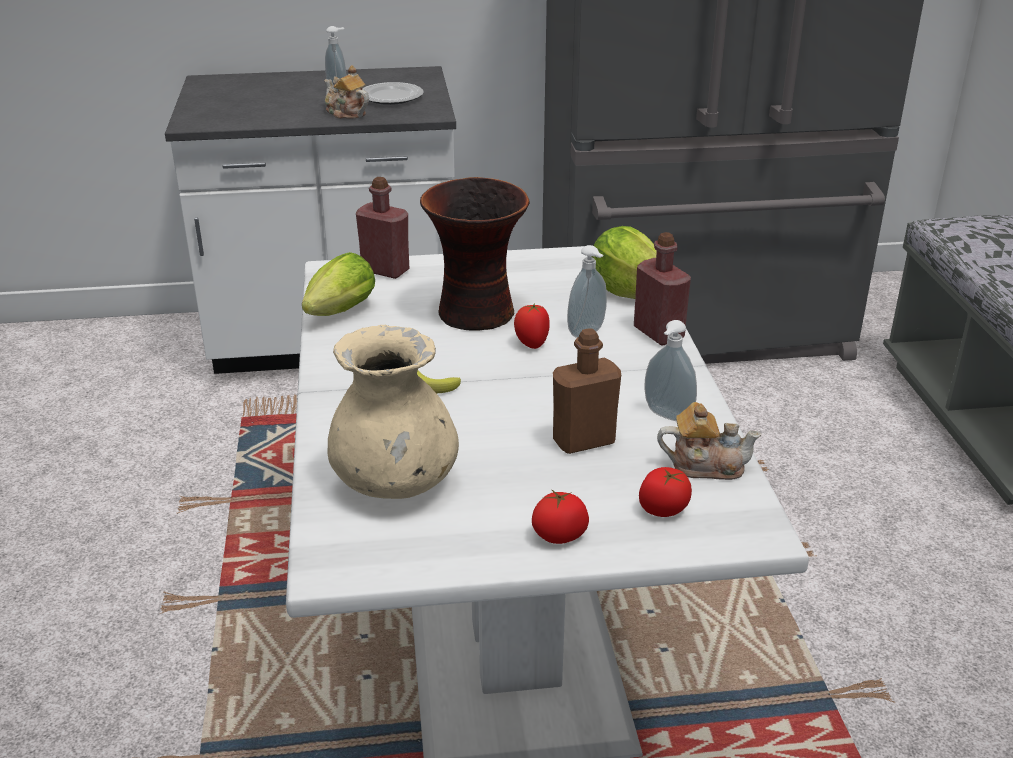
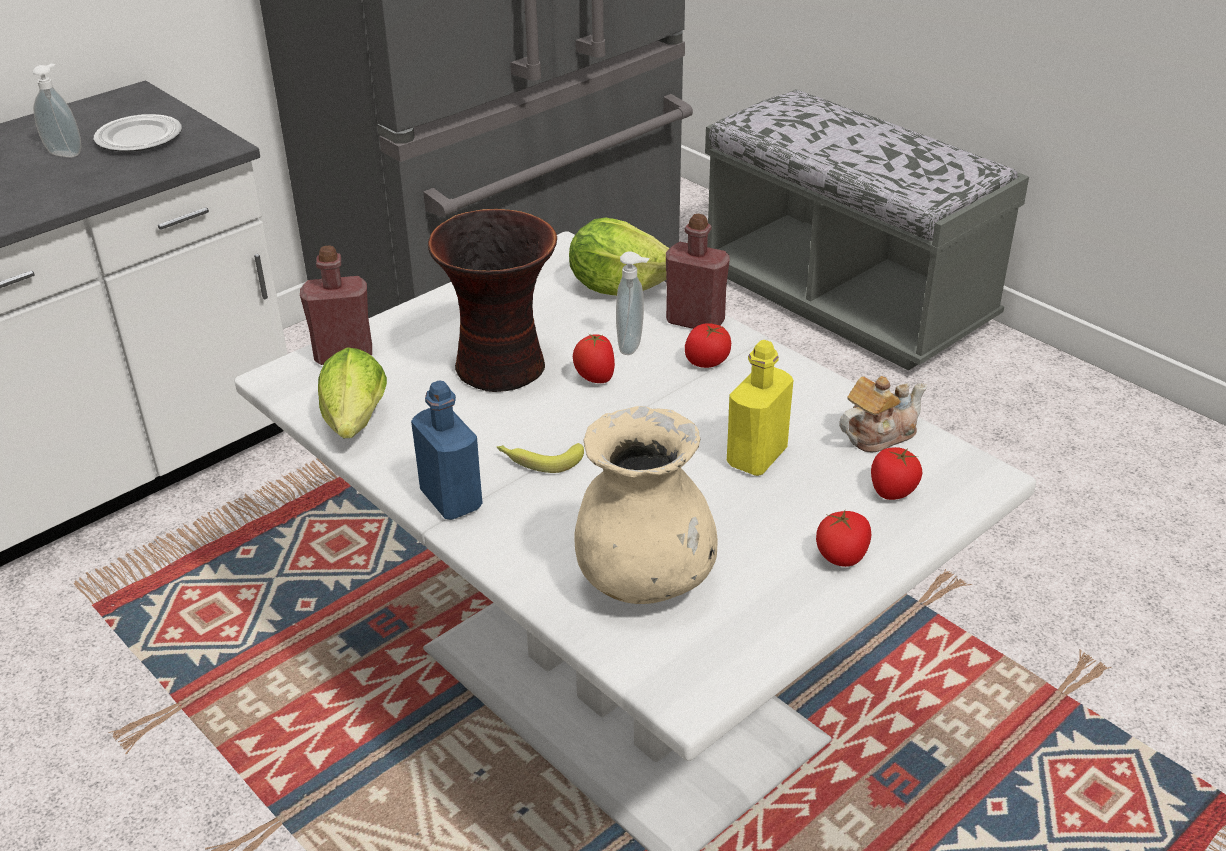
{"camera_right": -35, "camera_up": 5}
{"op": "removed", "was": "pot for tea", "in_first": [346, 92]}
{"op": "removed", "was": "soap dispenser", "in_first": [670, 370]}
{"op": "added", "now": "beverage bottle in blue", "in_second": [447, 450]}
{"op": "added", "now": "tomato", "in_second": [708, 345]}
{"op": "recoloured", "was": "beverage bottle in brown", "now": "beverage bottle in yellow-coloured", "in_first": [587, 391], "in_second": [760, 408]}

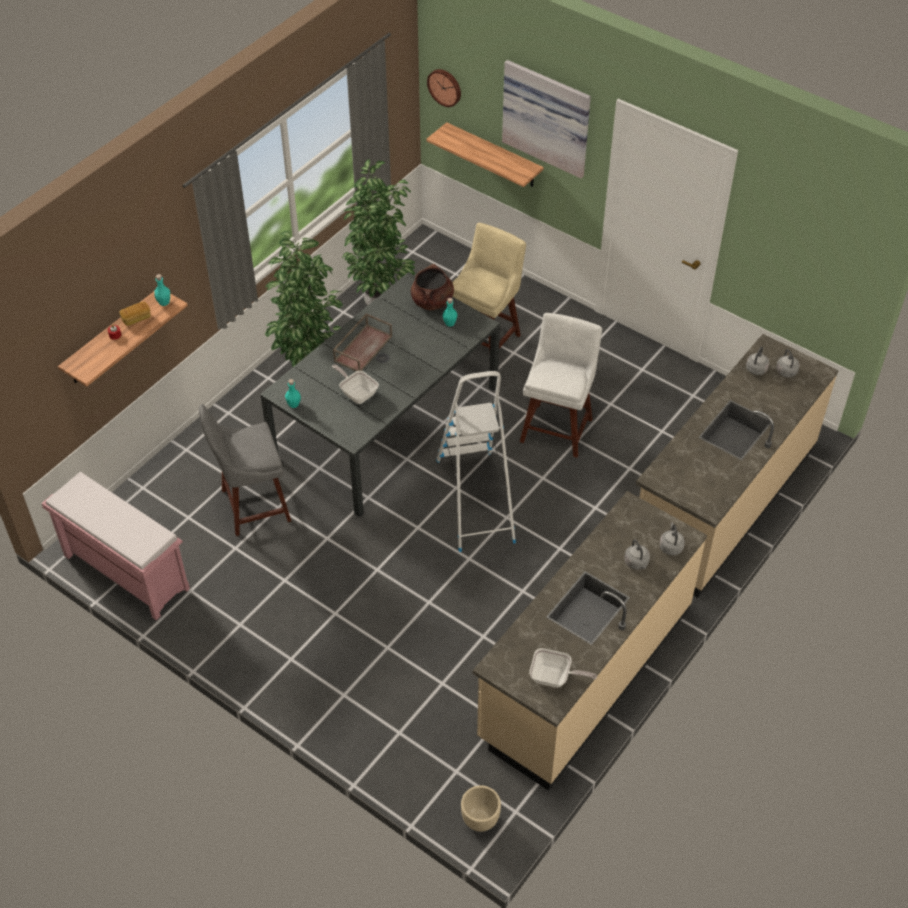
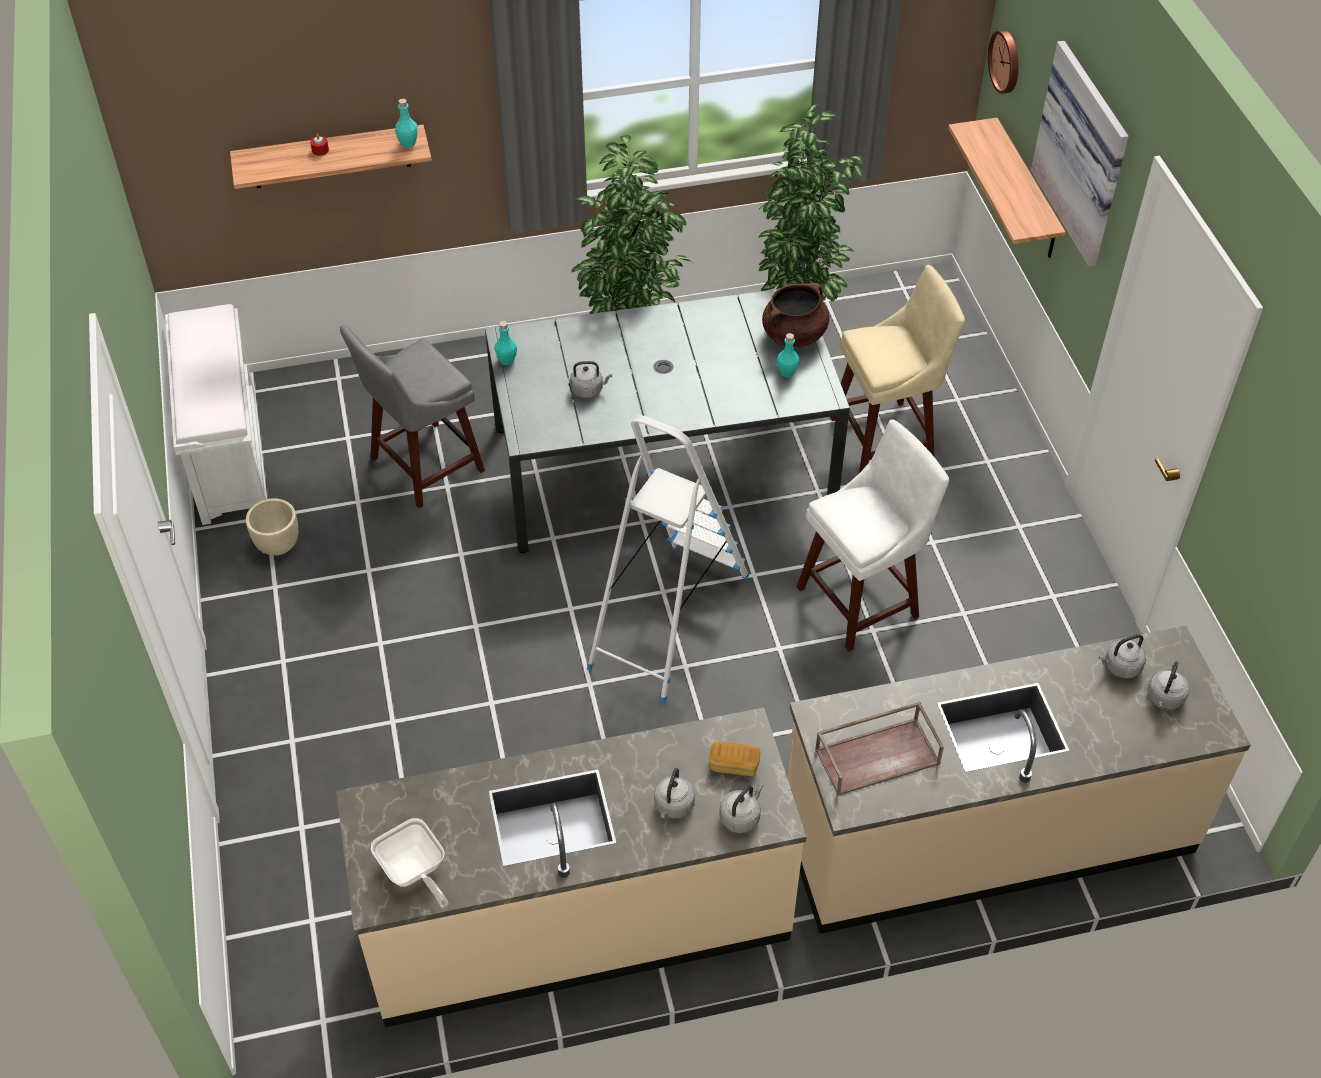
{"camera_right": 40, "camera_up": 0}
{"op": "moved", "was": "baked bread", "in_first": [135, 313], "in_second": [734, 759]}
{"op": "moved", "was": "carrying tray in brown", "in_first": [362, 342], "in_second": [879, 749]}
{"op": "moved", "was": "flower pot in beige", "in_first": [481, 808], "in_second": [272, 527]}
{"op": "replaced", "was": "frying pan", "now": "water kettle in greyish", "in_first": [355, 384], "in_second": [591, 379]}
{"op": "recoloured", "was": "long seat in pinkish", "now": "long seat in whitish", "in_first": [116, 546], "in_second": [215, 414]}
{"op": "turned", "was": "chair in greyish", "in_first": [245, 470], "in_second": [412, 416], "clockwise": -60}

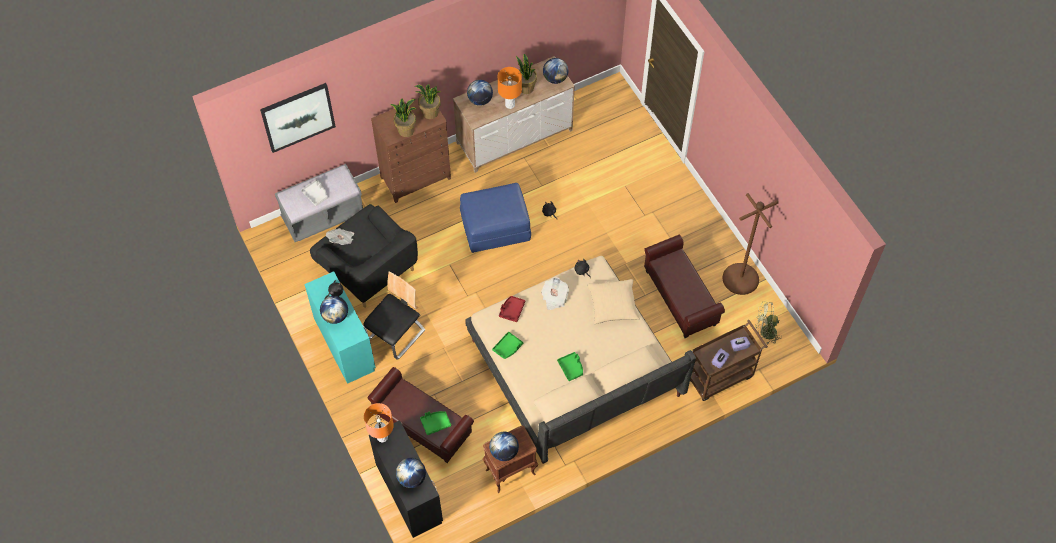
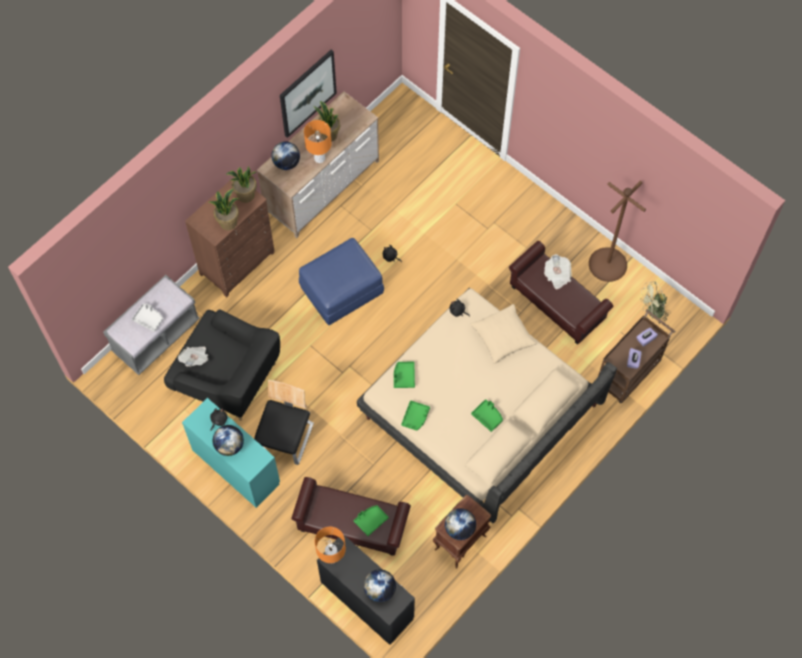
{"camera_right": -20, "camera_up": 5}
{"op": "removed", "was": "globe", "in_first": [555, 71]}
{"op": "moved", "was": "wall art", "in_first": [298, 118], "in_second": [308, 94]}
{"op": "moved", "was": "newspaper", "in_first": [555, 293], "in_second": [558, 271]}
{"op": "recoloured", "was": "carrying tray in reddish", "now": "carrying tray in green", "in_first": [512, 309], "in_second": [404, 375]}

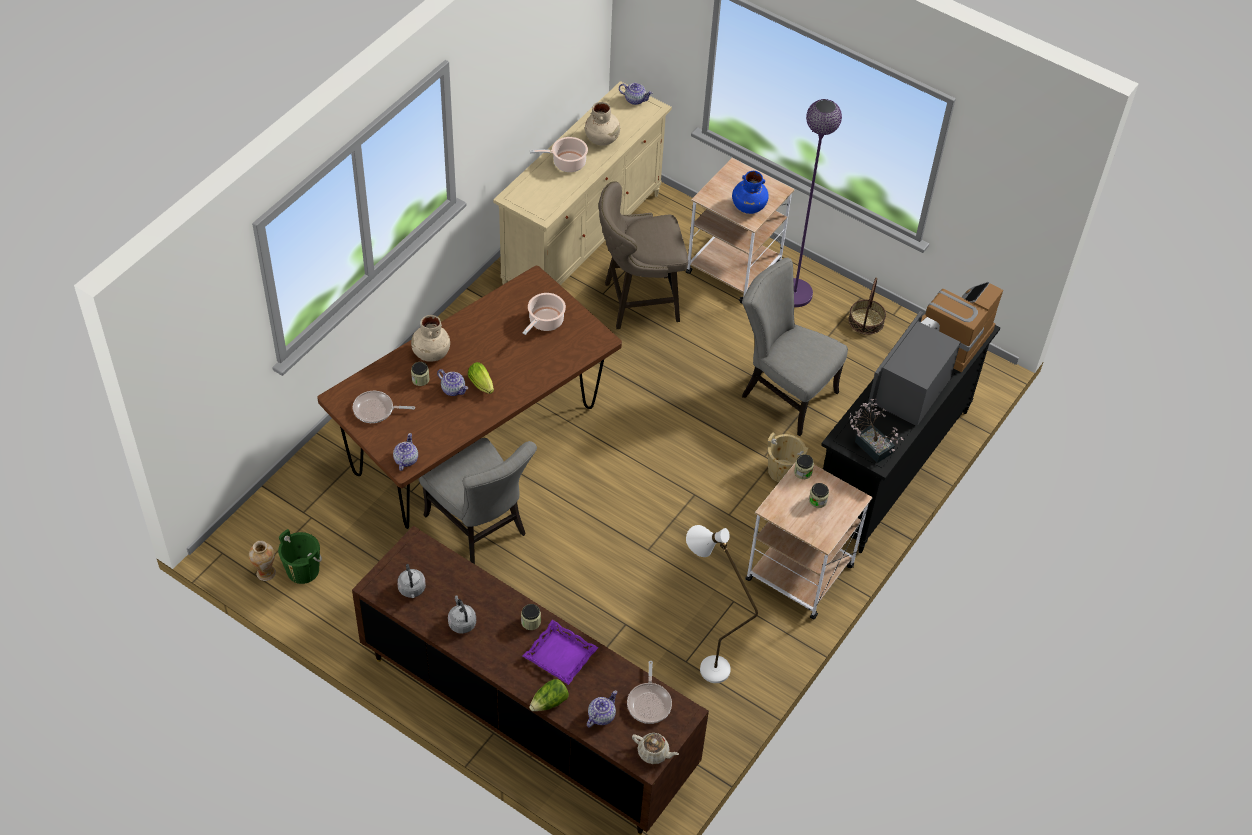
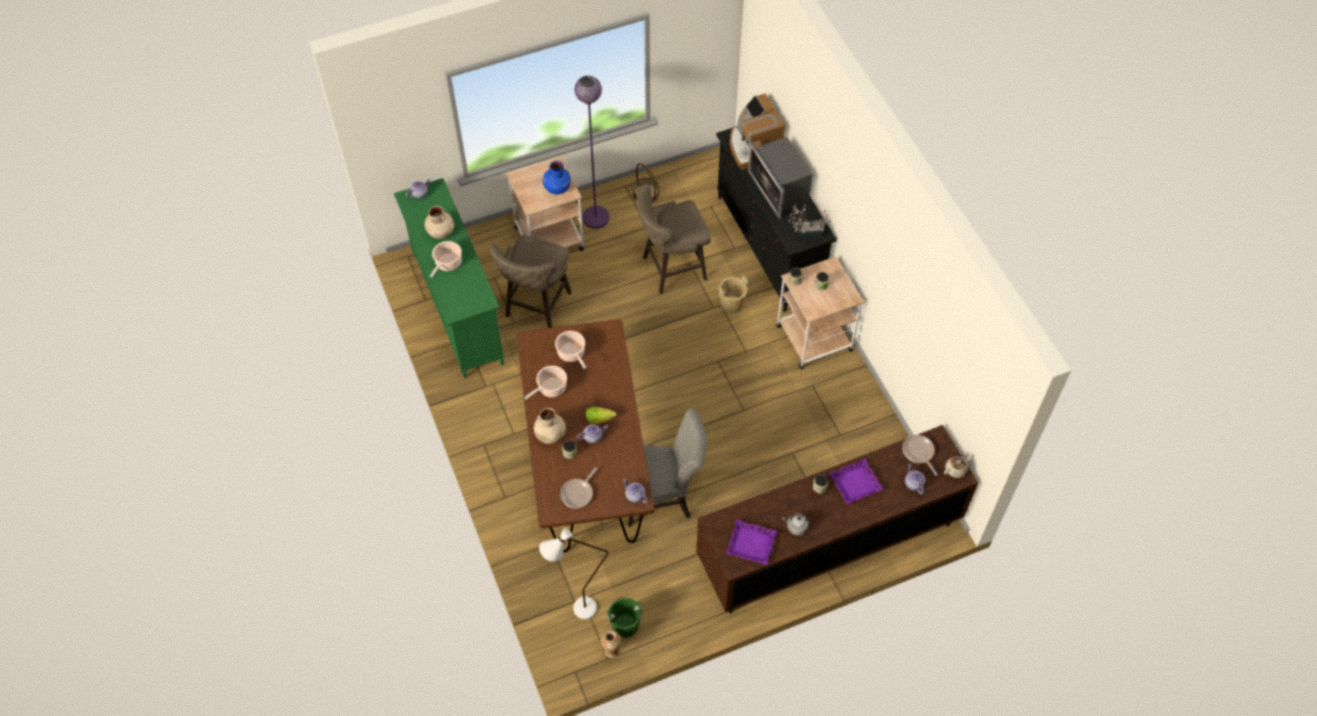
{"camera_right": -55, "camera_up": 5}
{"op": "removed", "was": "head of lettuce", "in_first": [549, 695]}
{"op": "added", "now": "cooking pot", "in_second": [545, 383]}
{"op": "moved", "was": "standing lamp in whitish", "in_first": [722, 604], "in_second": [573, 573]}
{"op": "replaced", "was": "water kettle in greyish", "now": "carrying tray in purple", "in_first": [411, 581], "in_second": [751, 542]}
{"op": "replaced", "was": "chair in greyish", "now": "stool seat in beige", "in_first": [795, 347], "in_second": [673, 239]}
{"op": "recoloured", "was": "drawer chest in beige", "now": "drawer chest in green", "in_first": [582, 183], "in_second": [449, 278]}
{"op": "turned", "was": "frying pan", "in_first": [649, 692], "in_second": [920, 455], "clockwise": -150}

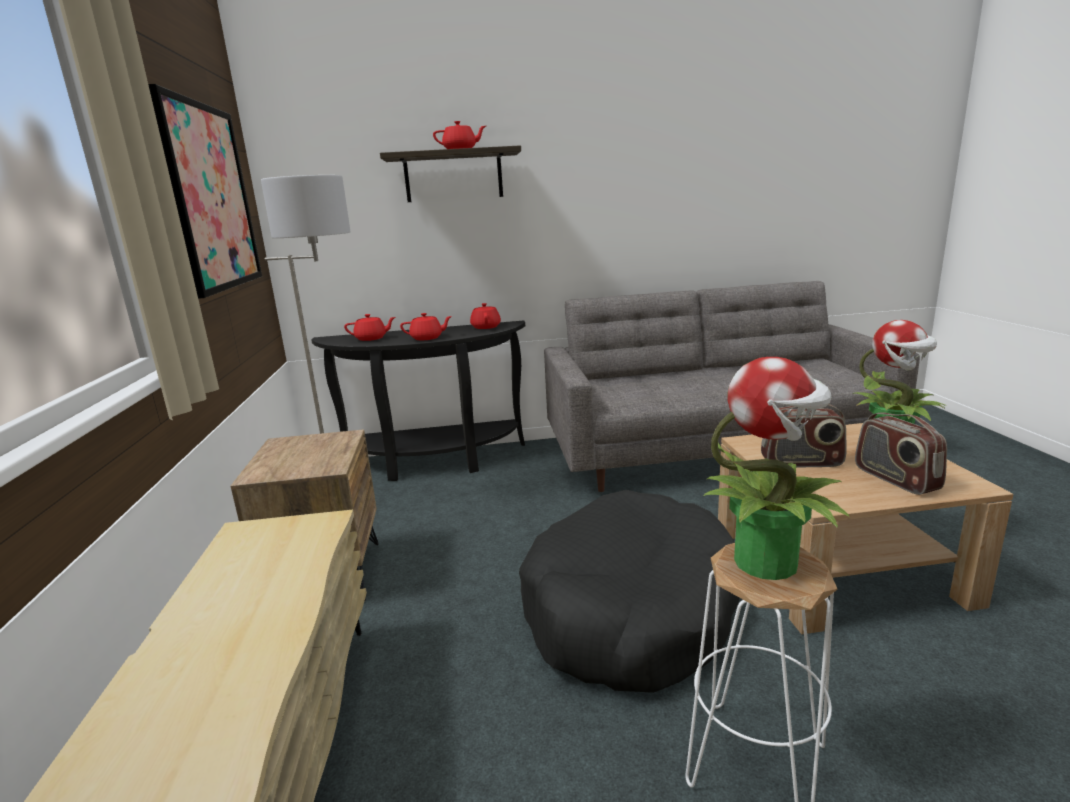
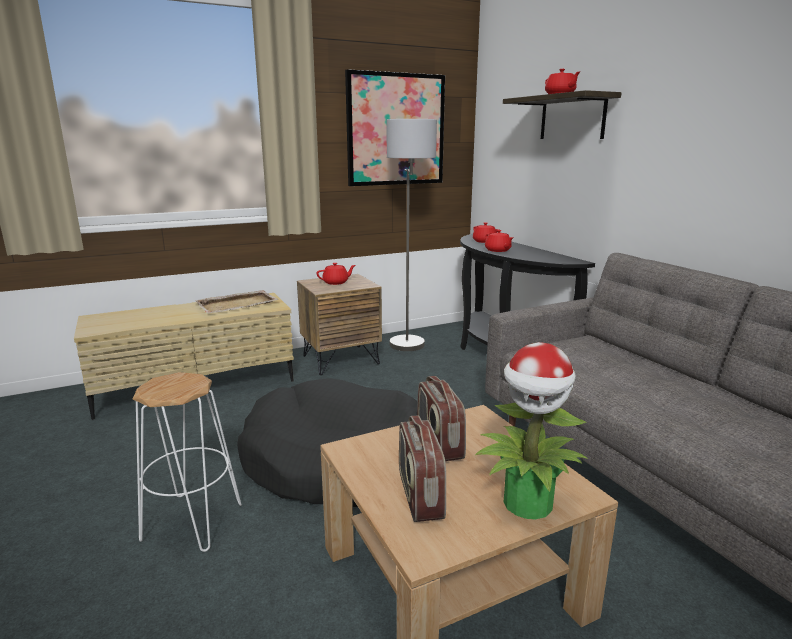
{"camera_right": 70, "camera_up": 0}
{"op": "removed", "was": "houseplant", "in_first": [776, 468]}
{"op": "added", "now": "carrying tray in beige", "in_second": [237, 302]}
{"op": "moved", "was": "pot for tea in reddish", "in_first": [485, 316], "in_second": [335, 274]}
{"op": "turned", "was": "radio receiver", "in_first": [901, 453], "in_second": [422, 468], "clockwise": -60}

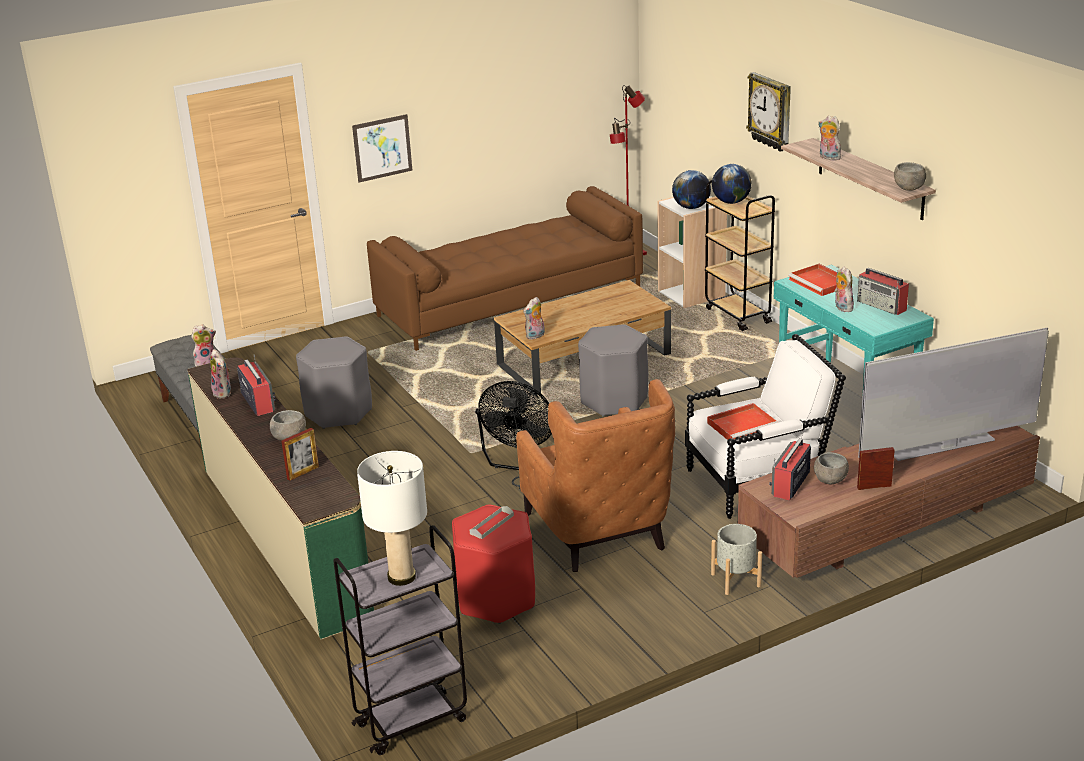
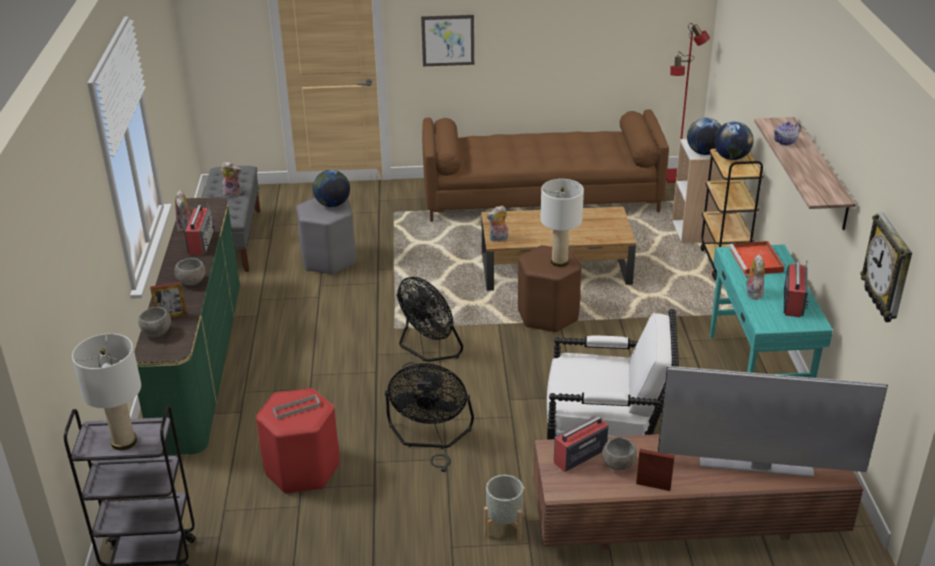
{"camera_right": 25, "camera_up": 5}
{"op": "removed", "was": "carrying tray in reddish", "in_first": [742, 421]}
{"op": "added", "now": "globe", "in_second": [331, 188]}
{"op": "added", "now": "lamp for a table in whitish", "in_second": [562, 223]}
{"op": "moved", "was": "hanging clock", "in_first": [768, 112], "in_second": [886, 267]}
{"op": "moved", "was": "deep dish in greyish", "in_first": [910, 176], "in_second": [154, 322]}
{"op": "replaced", "was": "easy chair in brown", "now": "cooling fan in black-coloured", "in_first": [595, 475], "in_second": [429, 417]}
{"op": "replaced", "was": "plush toy", "now": "pot for tea", "in_first": [829, 137], "in_second": [787, 134]}
{"op": "recoloured", "was": "stool seat in greyish", "now": "stool seat in brown", "in_first": [613, 370], "in_second": [550, 289]}
{"op": "turned", "was": "radio receiver", "in_first": [883, 291], "in_second": [796, 288], "clockwise": -150}

